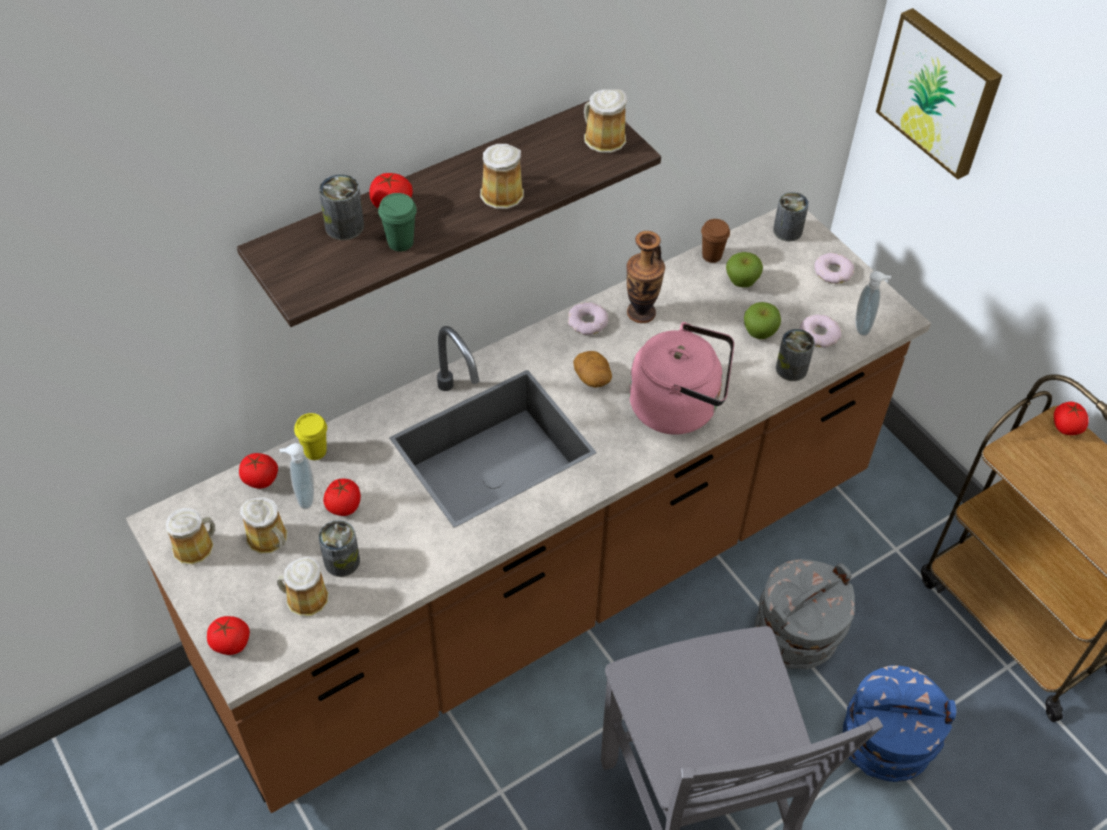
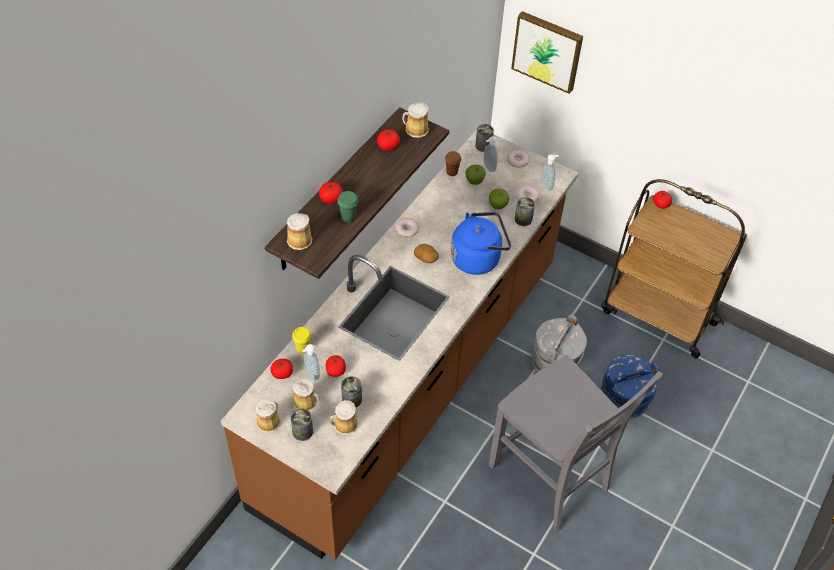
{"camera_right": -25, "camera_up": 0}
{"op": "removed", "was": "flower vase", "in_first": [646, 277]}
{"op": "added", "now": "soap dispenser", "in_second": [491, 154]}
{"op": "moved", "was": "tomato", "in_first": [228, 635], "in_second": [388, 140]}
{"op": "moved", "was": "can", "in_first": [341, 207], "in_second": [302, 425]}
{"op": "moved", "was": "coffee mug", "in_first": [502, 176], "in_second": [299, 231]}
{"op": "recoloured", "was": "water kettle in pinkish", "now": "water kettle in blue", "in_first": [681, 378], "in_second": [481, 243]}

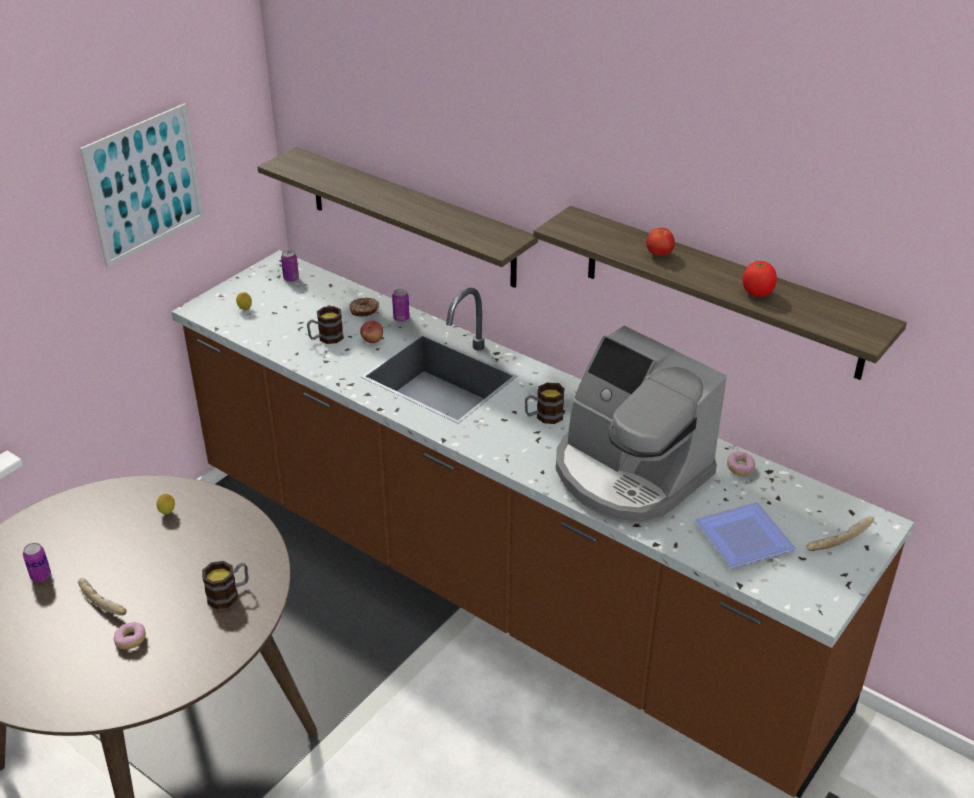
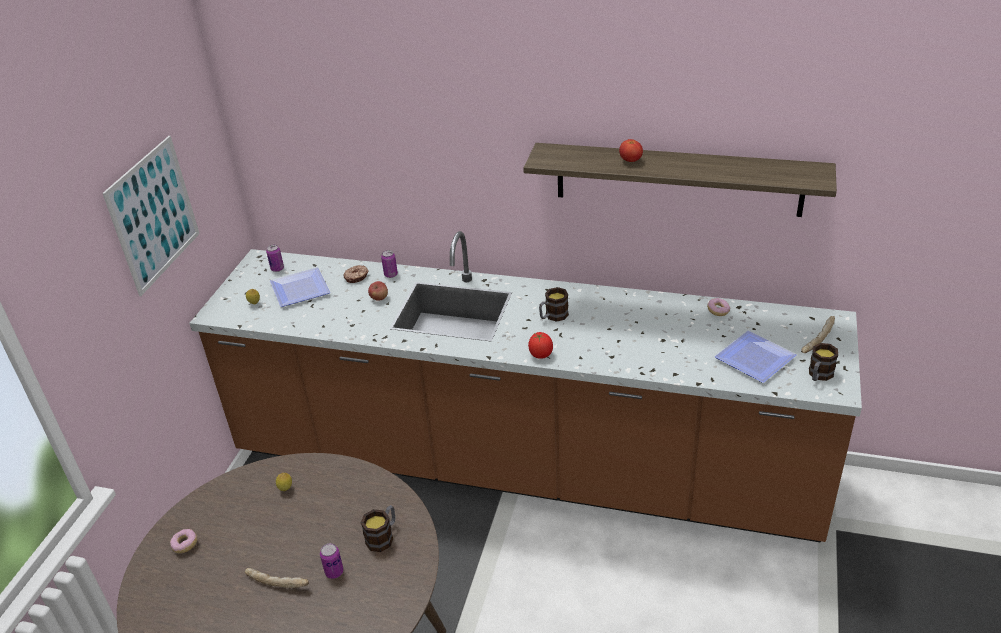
{"camera_right": -20, "camera_up": 0}
{"op": "removed", "was": "wall shelf", "in_first": [397, 217]}
{"op": "removed", "was": "coffee maker", "in_first": [641, 425]}
{"op": "added", "now": "flat dish", "in_second": [300, 287]}
{"op": "moved", "was": "can", "in_first": [37, 562], "in_second": [332, 561]}
{"op": "moved", "was": "donut", "in_first": [130, 636], "in_second": [183, 541]}
{"op": "moved", "was": "coffee mug", "in_first": [325, 325], "in_second": [823, 362]}
{"op": "moved", "was": "tomato", "in_first": [759, 279], "in_second": [540, 345]}

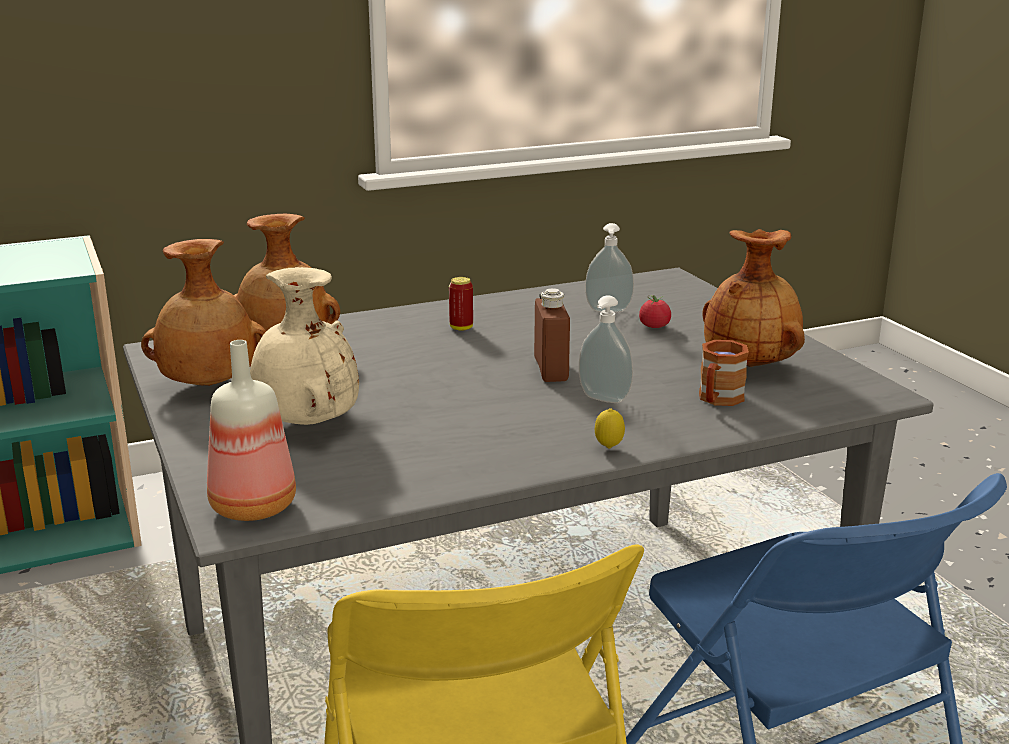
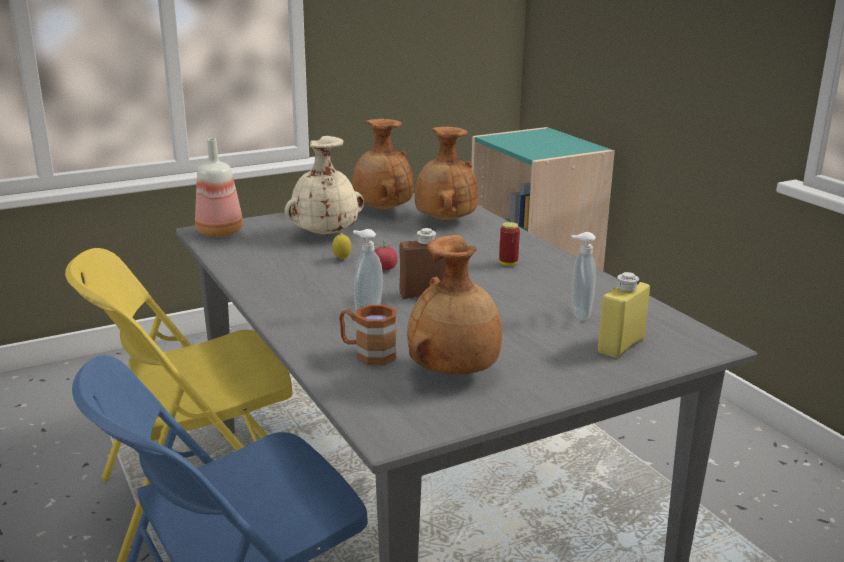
{"camera_right": 85, "camera_up": 0}
{"op": "added", "now": "beverage bottle in yellow-coloured", "in_second": [624, 315]}
{"op": "moved", "was": "whole lemon", "in_first": [610, 428], "in_second": [341, 246]}
{"op": "moved", "was": "tomato", "in_first": [655, 311], "in_second": [386, 255]}

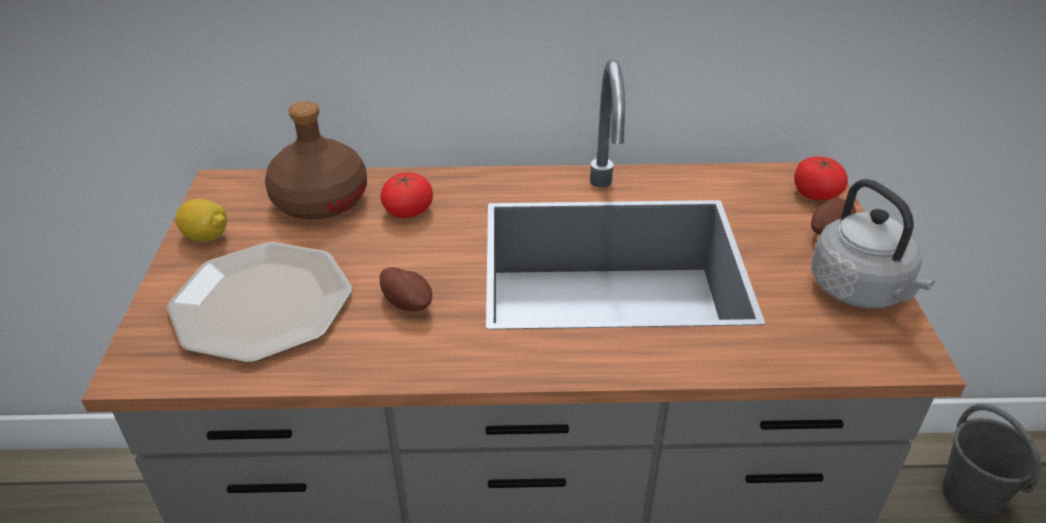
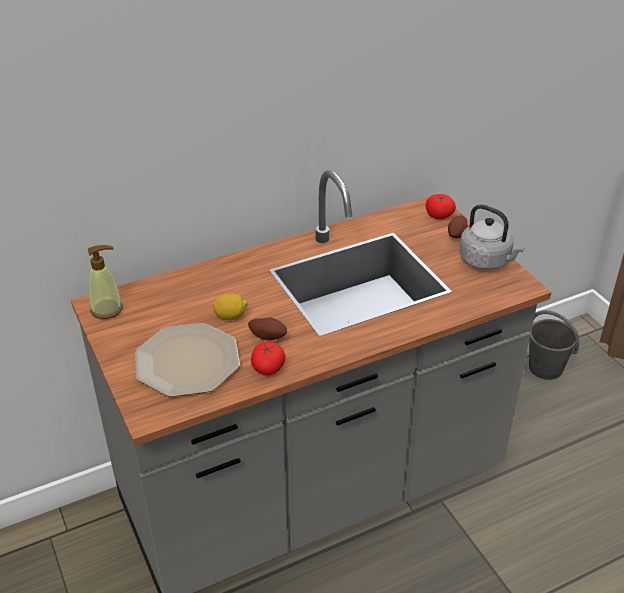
{"camera_right": -25, "camera_up": 0}
{"op": "removed", "was": "beverage bottle in brown", "in_first": [316, 160]}
{"op": "added", "now": "soap dispenser", "in_second": [105, 282]}
{"op": "moved", "was": "whole lemon", "in_first": [201, 220], "in_second": [230, 307]}
{"op": "moved", "was": "tomato", "in_first": [406, 195], "in_second": [268, 358]}

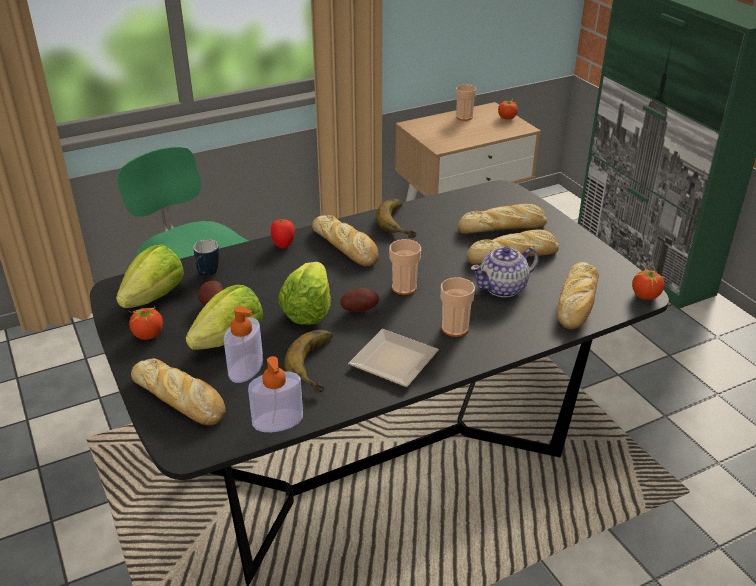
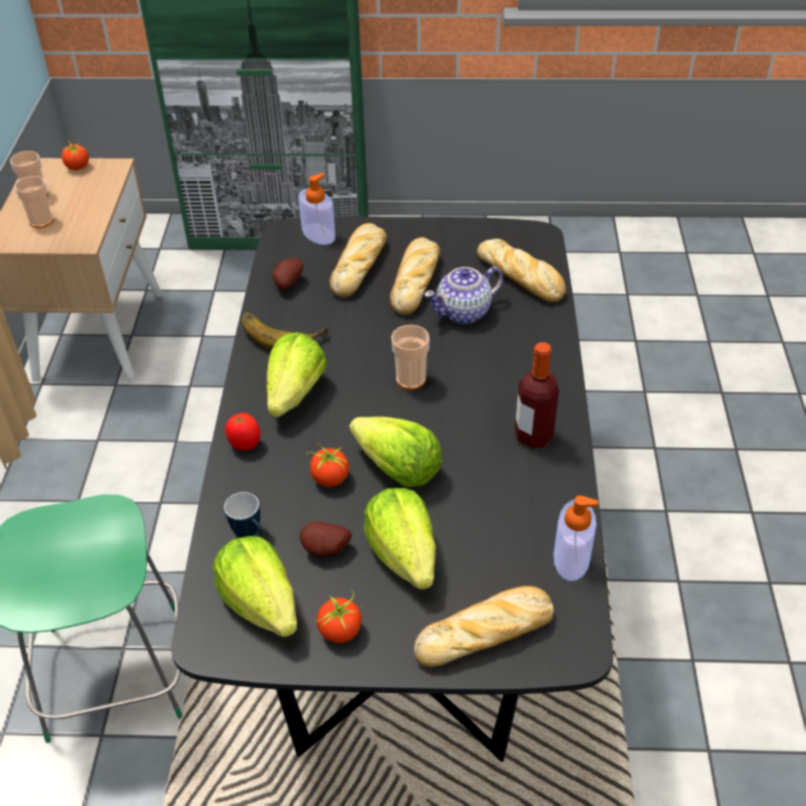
{"camera_right": -60, "camera_up": 10}
{"op": "removed", "was": "banana fruit", "in_first": [308, 361]}
{"op": "moved", "was": "soap dispenser", "in_first": [243, 344], "in_second": [317, 209]}
{"op": "moved", "was": "potato", "in_first": [359, 300], "in_second": [287, 274]}
{"op": "moved", "was": "drinking cup", "in_first": [458, 307], "in_second": [34, 202]}
{"op": "moved", "was": "tomato", "in_first": [649, 281], "in_second": [328, 464]}
{"op": "replaced", "was": "baked bread", "now": "head of lettuce", "in_first": [345, 241], "in_second": [296, 374]}
{"op": "replaced", "was": "flat dish", "now": "beverage bottle", "in_first": [393, 358], "in_second": [537, 395]}
{"op": "turned", "was": "pot for tea", "in_first": [504, 271], "in_second": [463, 295], "clockwise": 60}

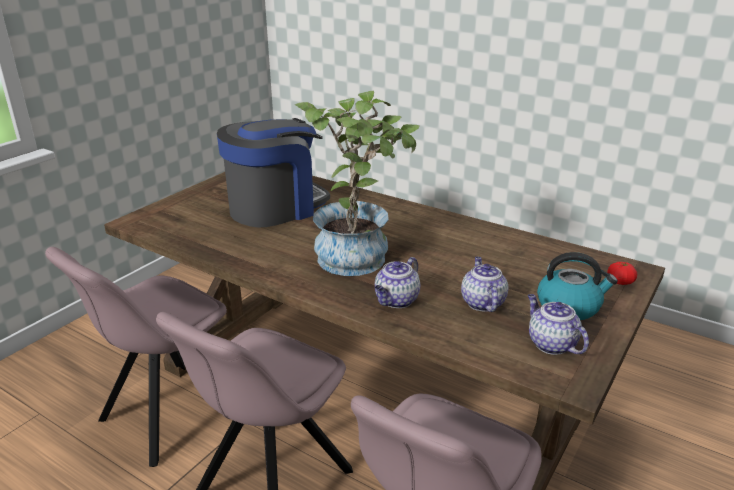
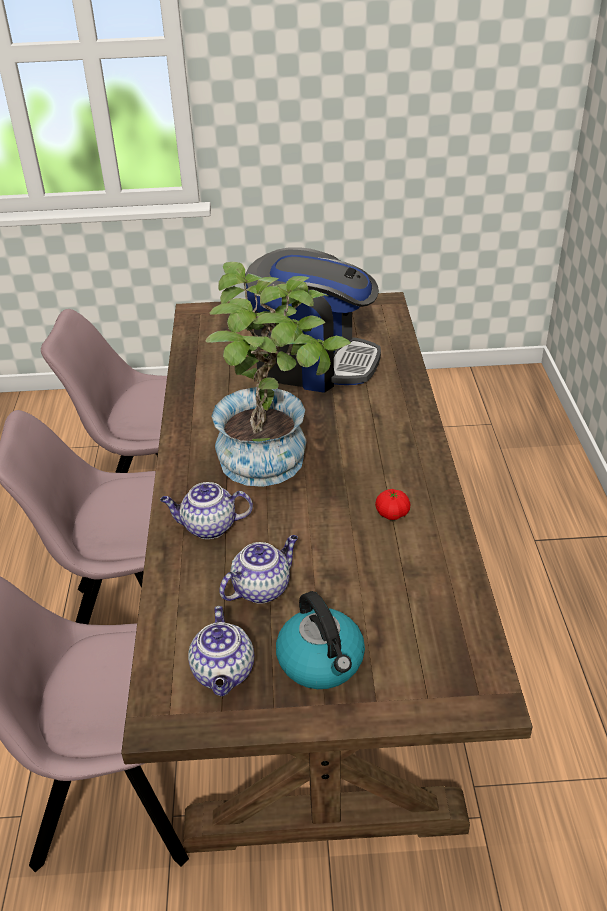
{"camera_right": 55, "camera_up": 10}
{"op": "moved", "was": "tomato", "in_first": [622, 273], "in_second": [392, 504]}
{"op": "turned", "was": "pot for tea", "in_first": [558, 324], "in_second": [221, 651], "clockwise": 150}

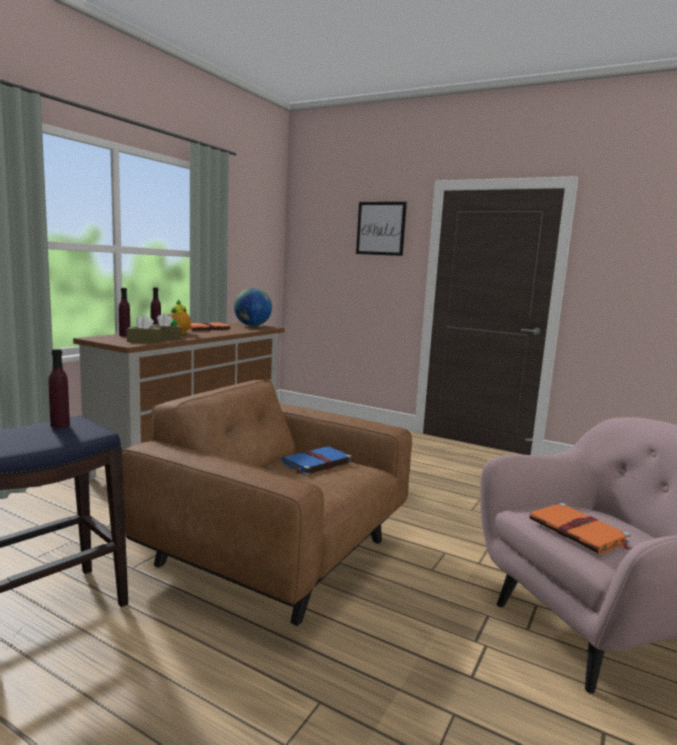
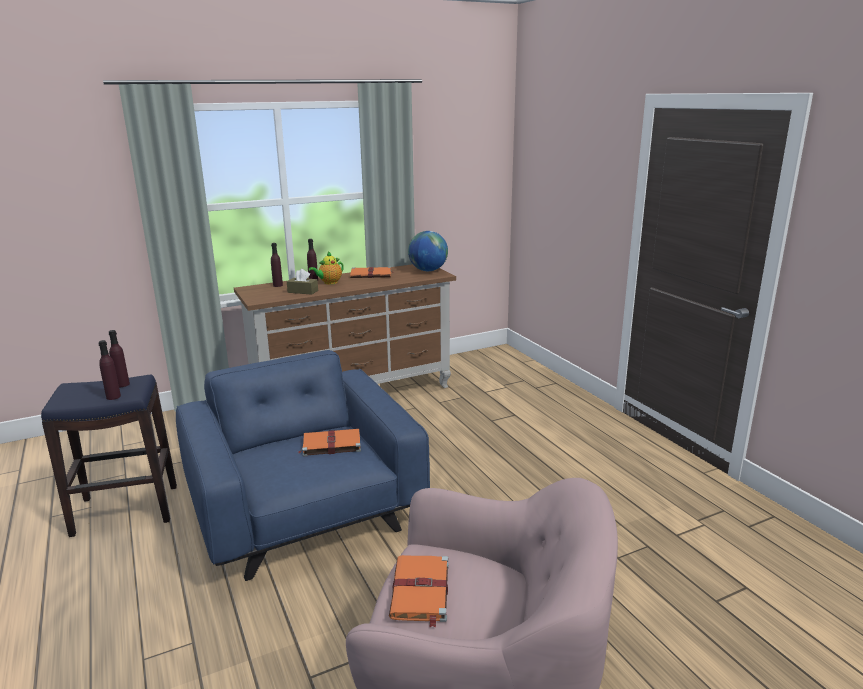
{"camera_right": 35, "camera_up": 10}
{"op": "removed", "was": "box of tissues in brown", "in_first": [144, 329]}
{"op": "removed", "was": "wall art", "in_first": [381, 229]}
{"op": "added", "now": "beverage bottle in purple", "in_second": [109, 370]}
{"op": "recoloured", "was": "easy chair in brown", "now": "easy chair in blue", "in_first": [267, 503], "in_second": [303, 465]}
{"op": "recoloured", "was": "volume in blue", "now": "volume in orangey", "in_first": [316, 461], "in_second": [329, 443]}

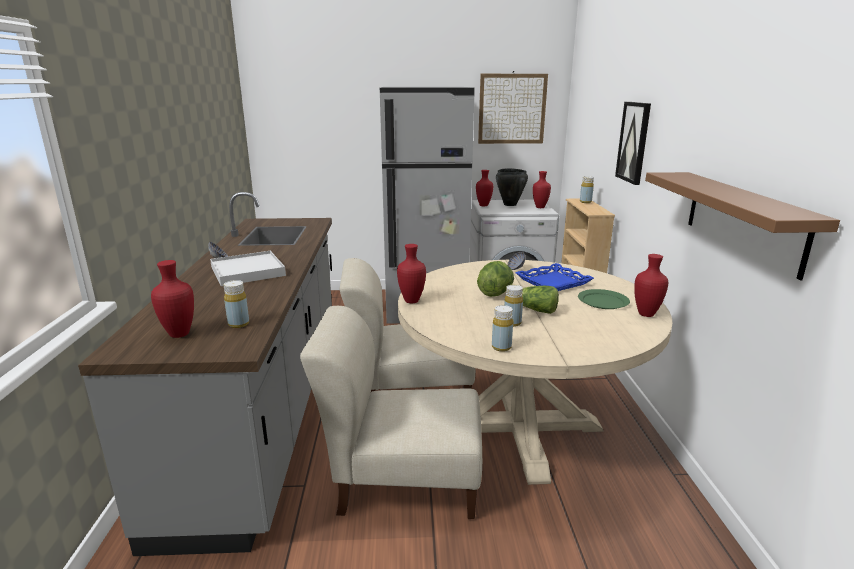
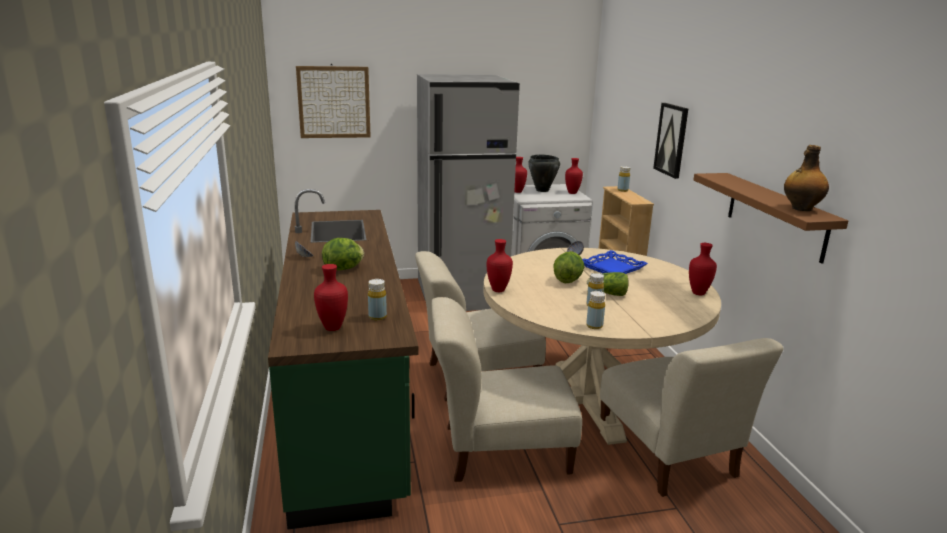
{"camera_right": -10, "camera_up": 0}
{"op": "removed", "was": "flat dish in green", "in_first": [604, 299]}
{"op": "added", "now": "chair in beige", "in_second": [691, 417]}
{"op": "added", "now": "beverage bottle", "in_second": [806, 178]}
{"op": "moved", "was": "wall art", "in_first": [513, 107], "in_second": [333, 101]}
{"op": "replaced", "was": "carrying tray in whitish", "now": "head of lettuce", "in_first": [248, 268], "in_second": [343, 254]}
{"op": "recoloured", "was": "kitchen base unit in greyish", "now": "kitchen base unit in green", "in_first": [205, 374], "in_second": [343, 359]}

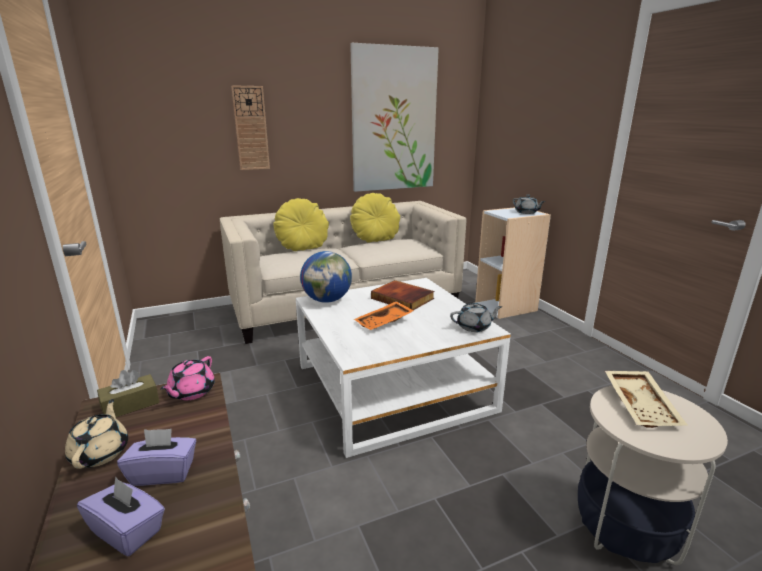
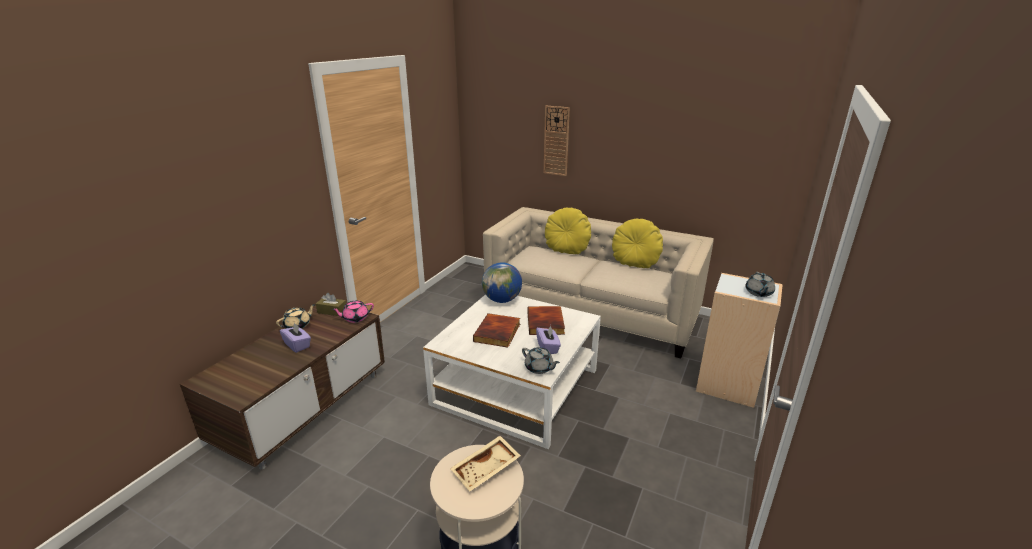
{"camera_right": 50, "camera_up": 5}
{"op": "removed", "was": "wall art", "in_first": [394, 117]}
{"op": "moved", "was": "box of tissues in purple", "in_first": [121, 516], "in_second": [548, 339]}
{"op": "replaced", "was": "carrying tray in orangey", "now": "volume", "in_first": [384, 315], "in_second": [496, 330]}

